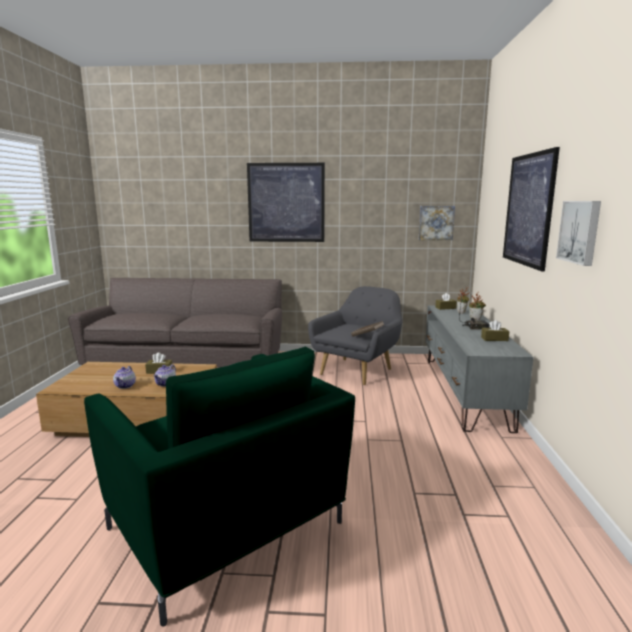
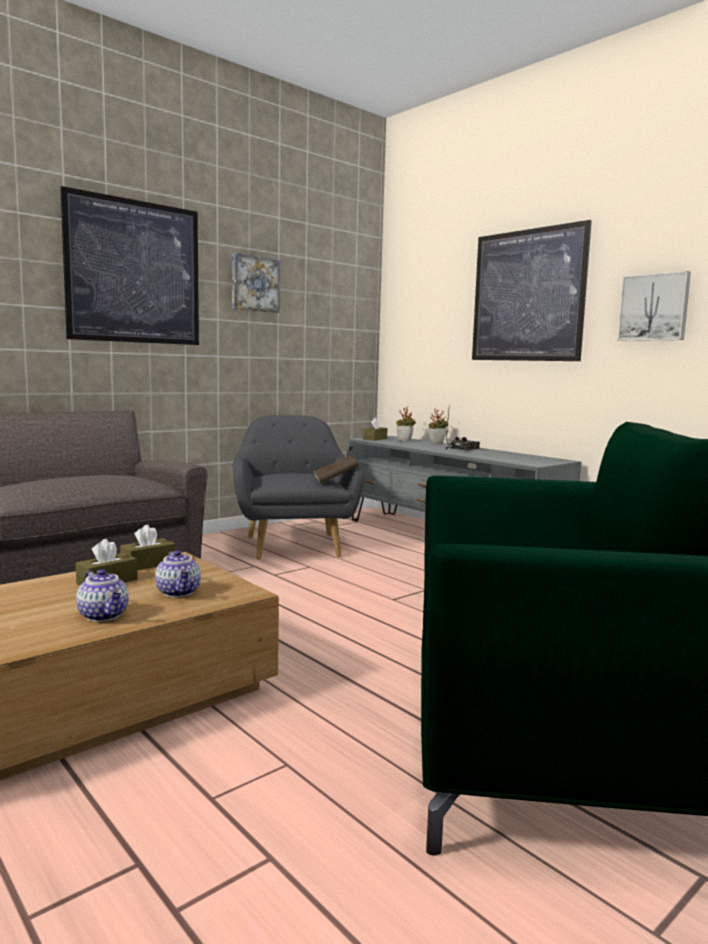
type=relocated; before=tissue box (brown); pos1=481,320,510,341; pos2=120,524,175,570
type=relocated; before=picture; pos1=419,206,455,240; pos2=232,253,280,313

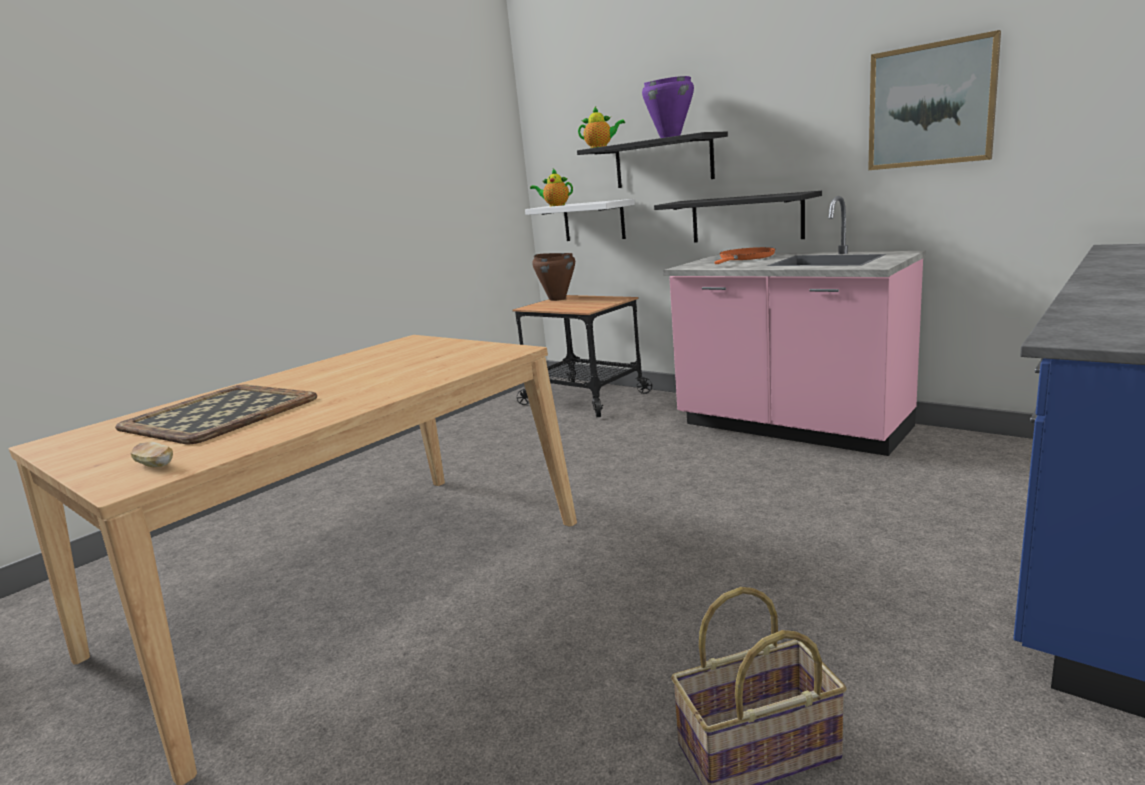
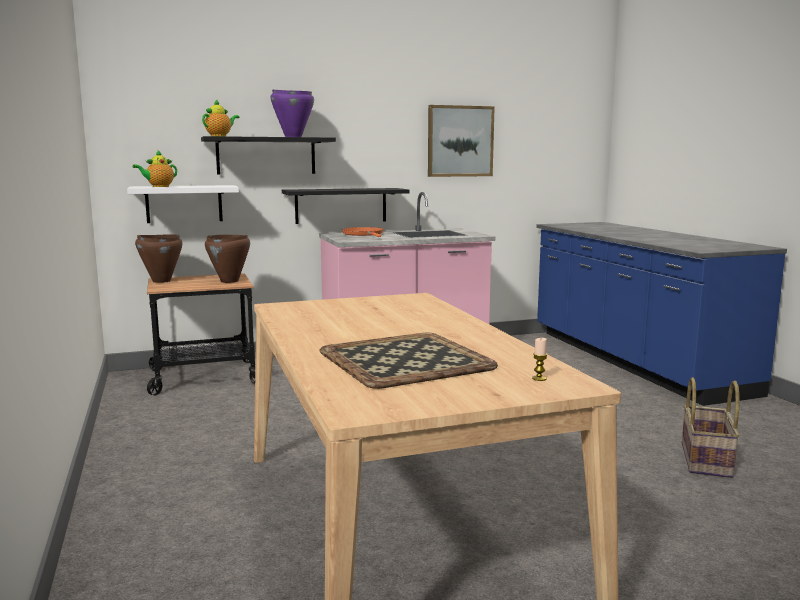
type=appeared; after=cooking pot (brown); pos2=205,235,250,283
type=exchanged; before=bread; after=candle; pos1=131,441,173,467; pos2=532,338,548,381

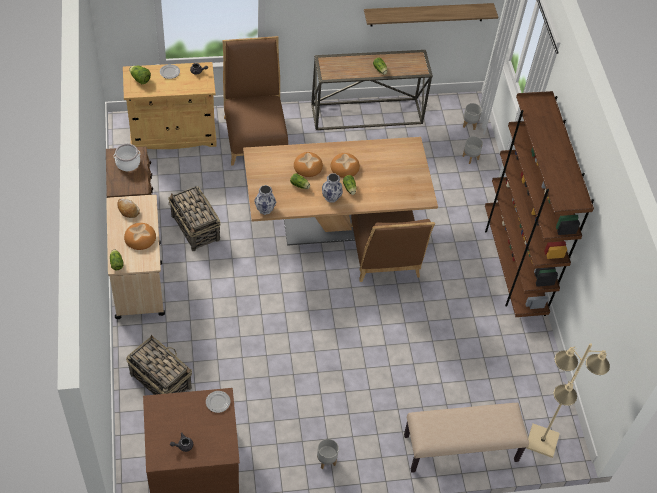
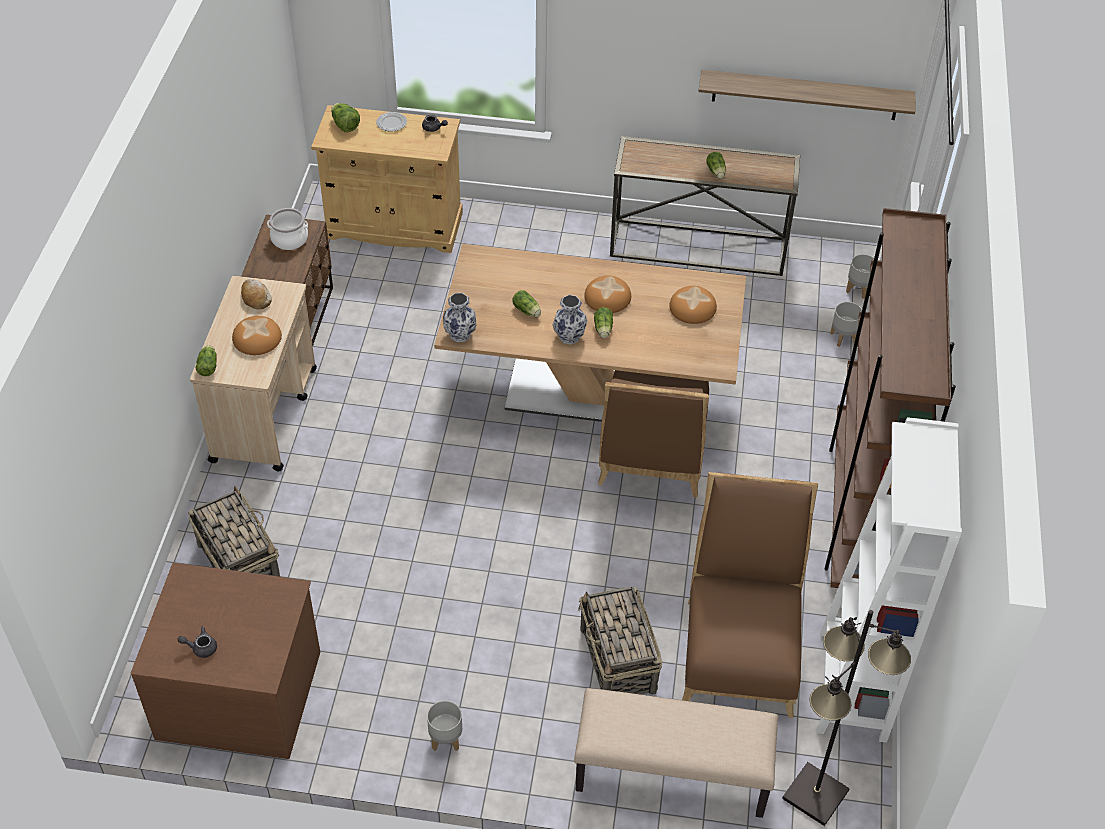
type=relocated; before=basket; pos1=168,186,221,251; pos2=578,586,662,695
type=relocated; before=bread; pos1=294,152,323,177; pos2=669,286,717,324
type=relocated; before=chair (brown); pos1=222,36,288,166; pos2=682,472,818,718
type=colour; before=floor lamp (beige); after=floor lamp (black); pos1=526,343,610,458; pos2=782,610,911,826
type=appeared; after=bookcase (white); pos2=816,417,962,743
type=missing; before=plate; pos1=206,391,230,413

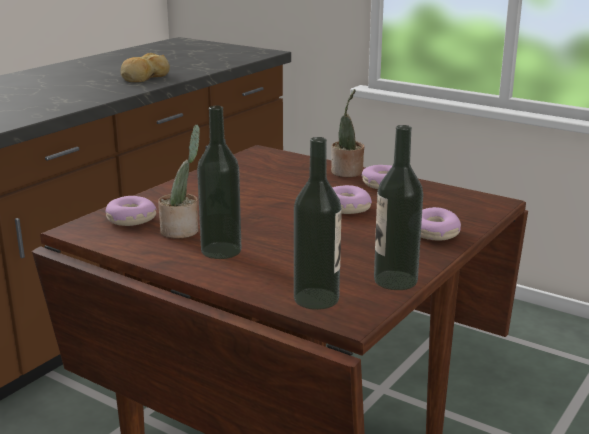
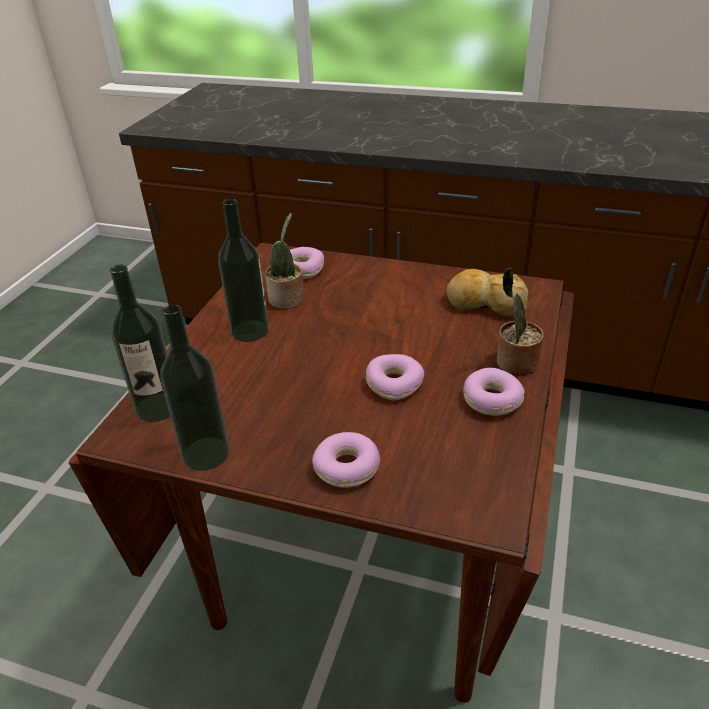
type=relocated; before=bread; pos1=120,52,170,82; pos2=447,269,528,317

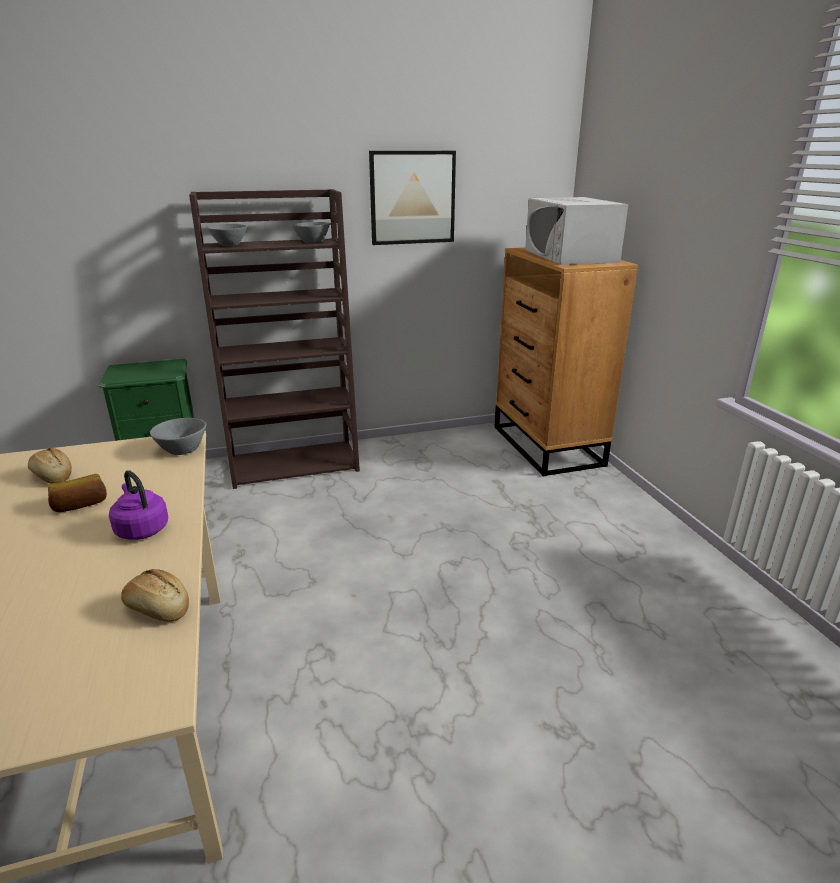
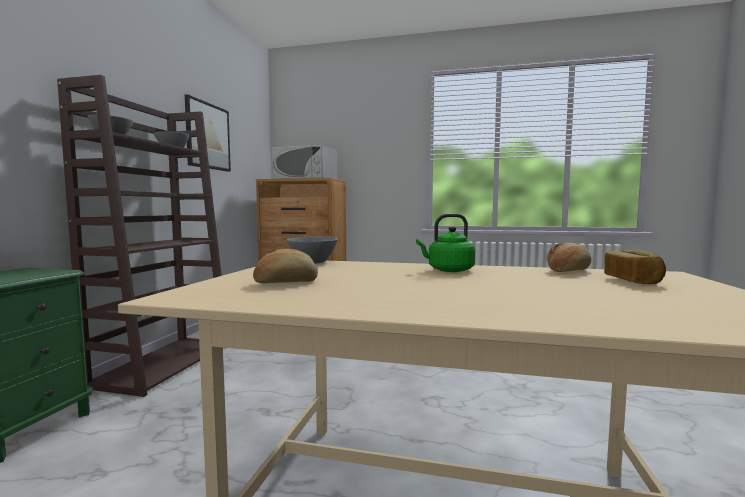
type=colour; before=kettle (purple); after=kettle (green); pos1=109,470,168,540; pos2=416,214,475,272
type=relocated; before=bread; pos1=48,474,107,512; pos2=604,250,666,285

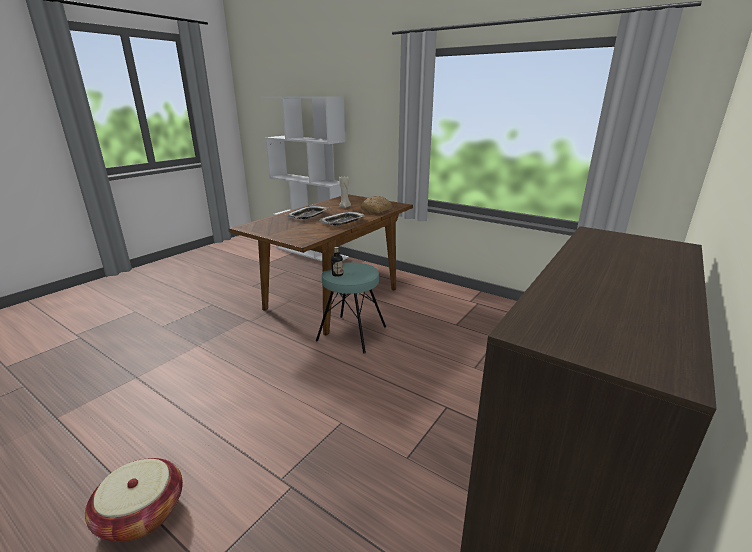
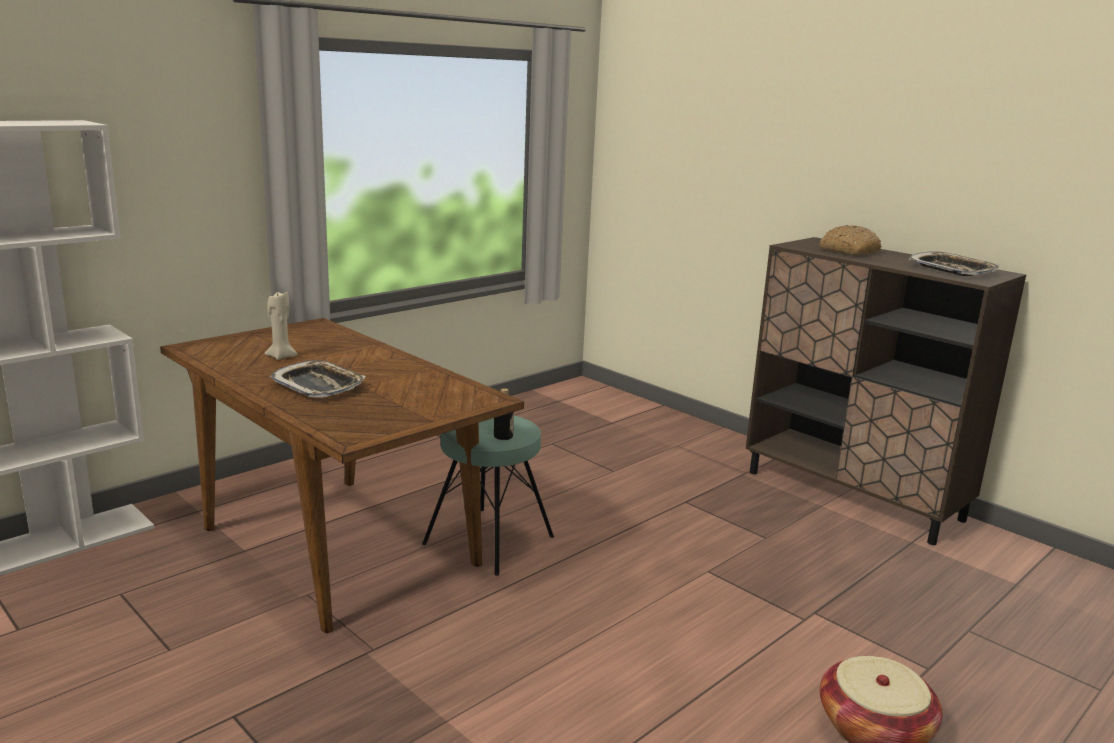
type=relocated; before=bread; pos1=361,196,392,213; pos2=819,225,882,256
type=relocated; before=tray; pos1=319,212,365,226; pos2=909,252,999,276

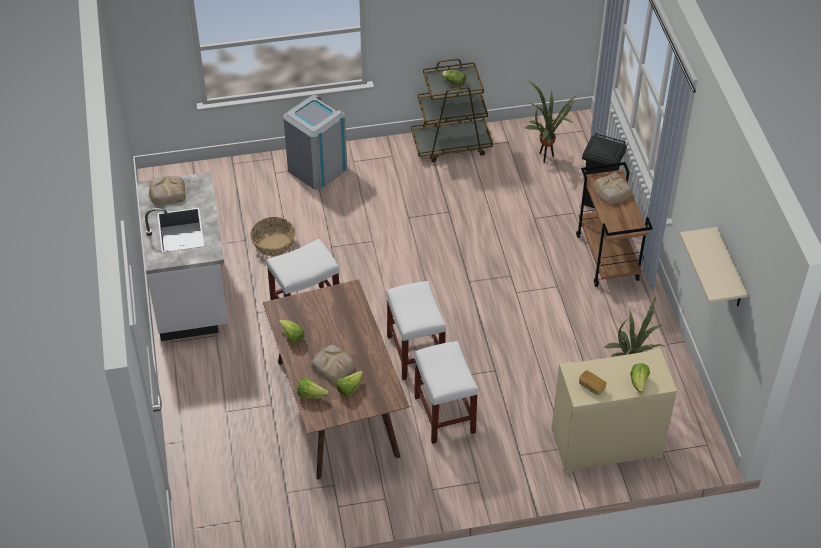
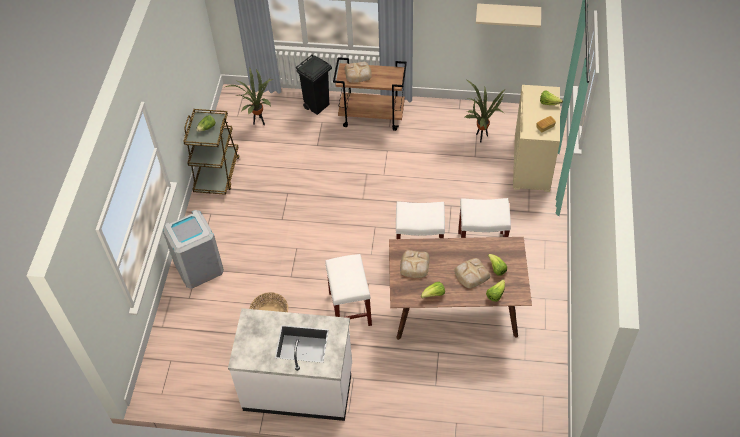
type=relocated; before=bread; pos1=149,176,186,205; pos2=400,250,429,278

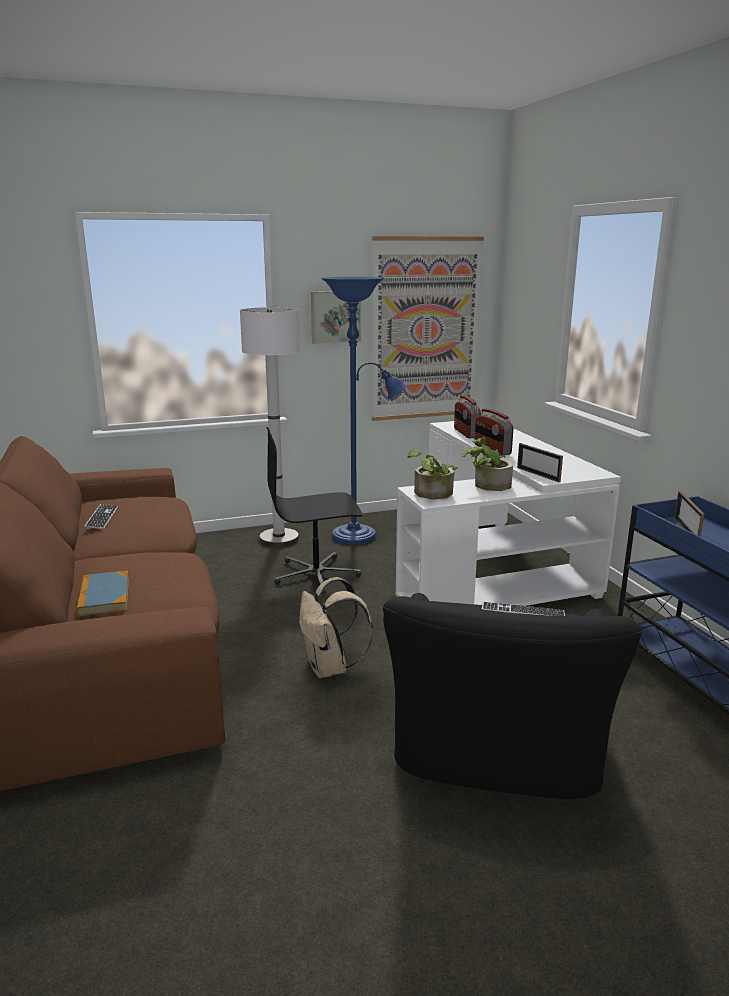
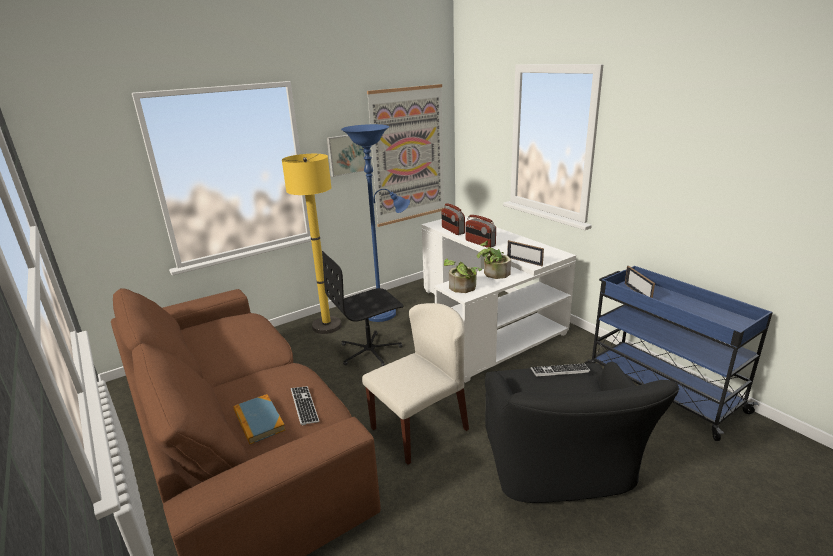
type=colour; before=floor lamp (white); after=floor lamp (yellow); pos1=240,307,300,548; pos2=282,154,342,334
type=relocated; before=keyboard; pos1=84,504,118,529; pos2=291,386,319,426
type=exchanged; before=backpack (beige); after=chair (beige); pos1=299,577,373,678; pos2=362,303,469,465

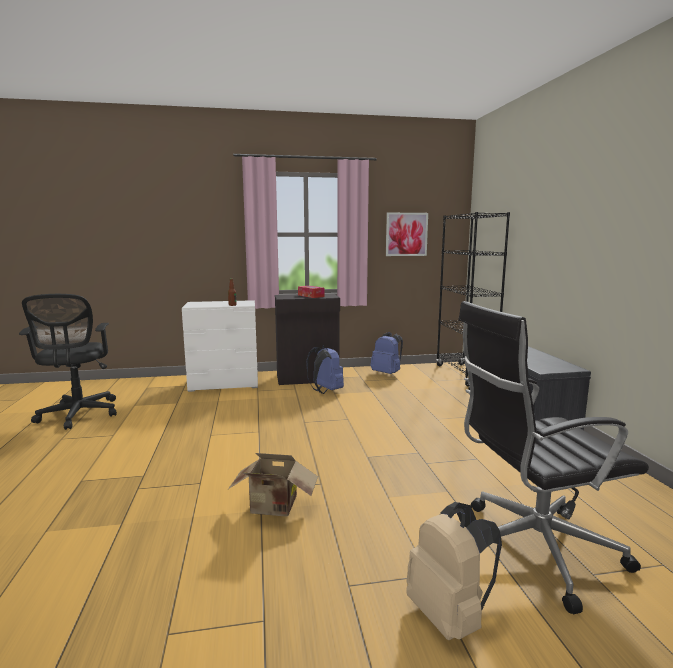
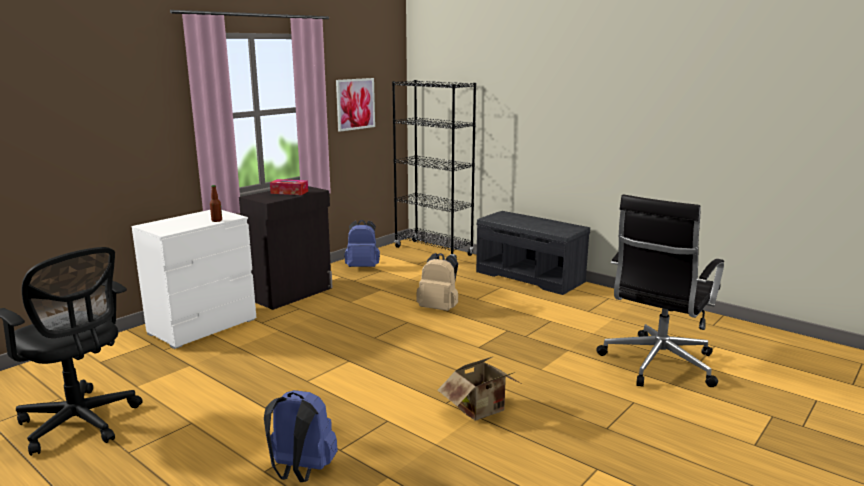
type=relocated; before=backpack (blue); pos1=306,346,344,394; pos2=264,390,338,482
type=relocated; before=backpack (beige); pos1=406,502,502,640; pos2=416,253,458,311

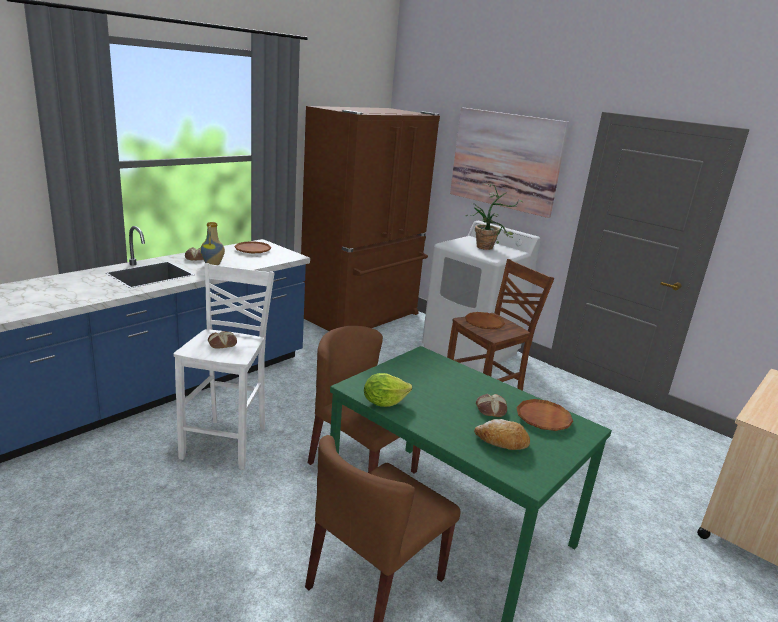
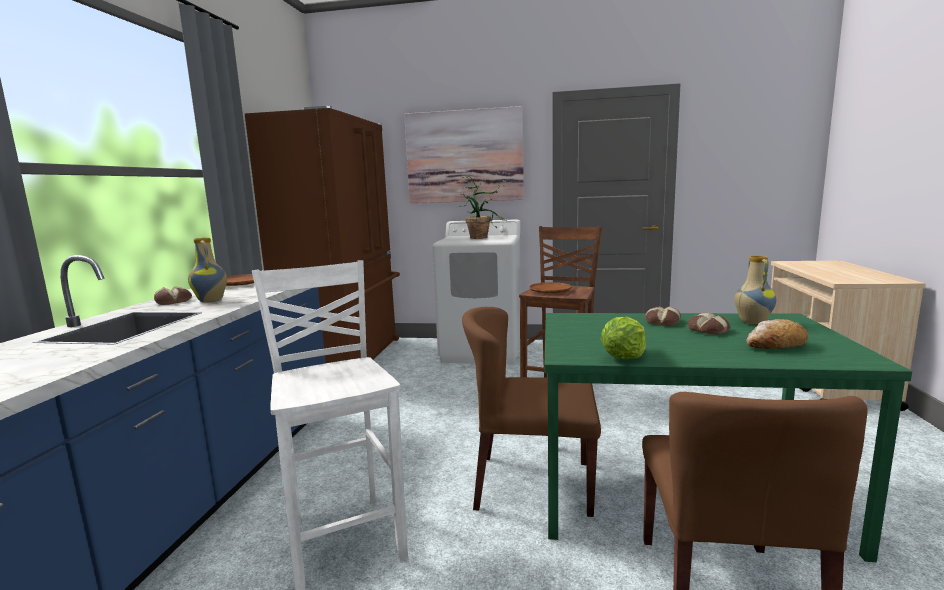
type=relocated; before=bread; pos1=208,331,237,349; pos2=645,307,681,326
type=exchanged; before=plate (brown); after=vase; pos1=516,399,573,431; pos2=734,256,776,325

